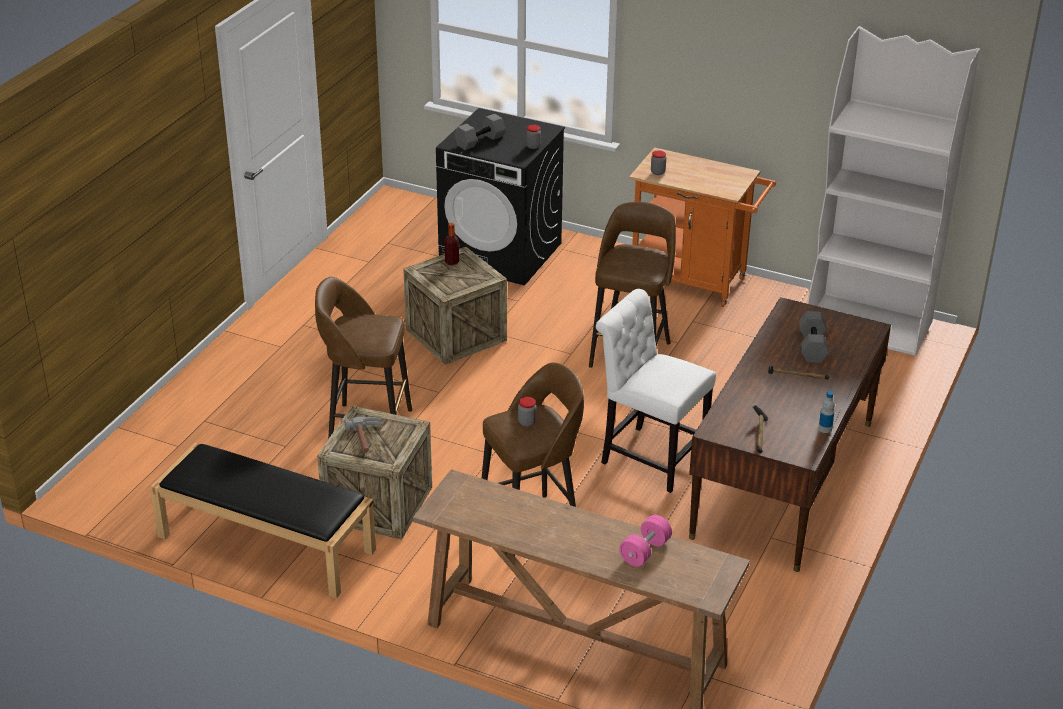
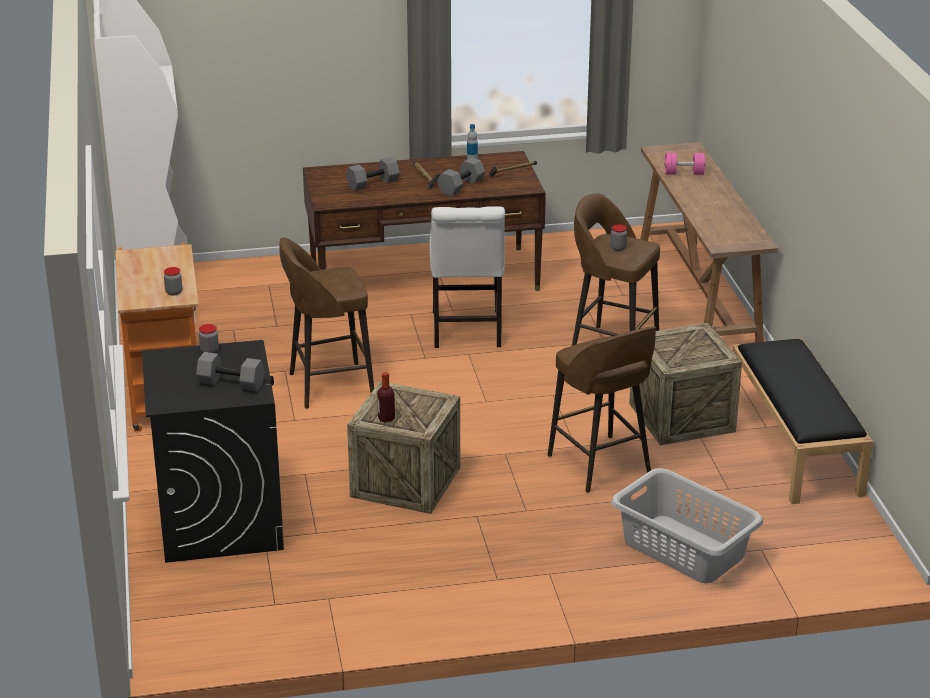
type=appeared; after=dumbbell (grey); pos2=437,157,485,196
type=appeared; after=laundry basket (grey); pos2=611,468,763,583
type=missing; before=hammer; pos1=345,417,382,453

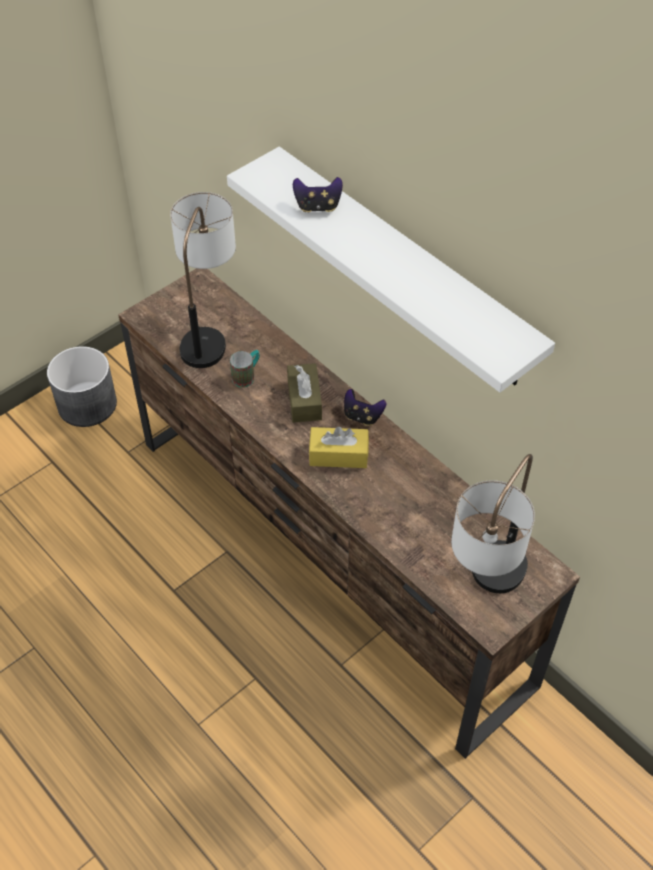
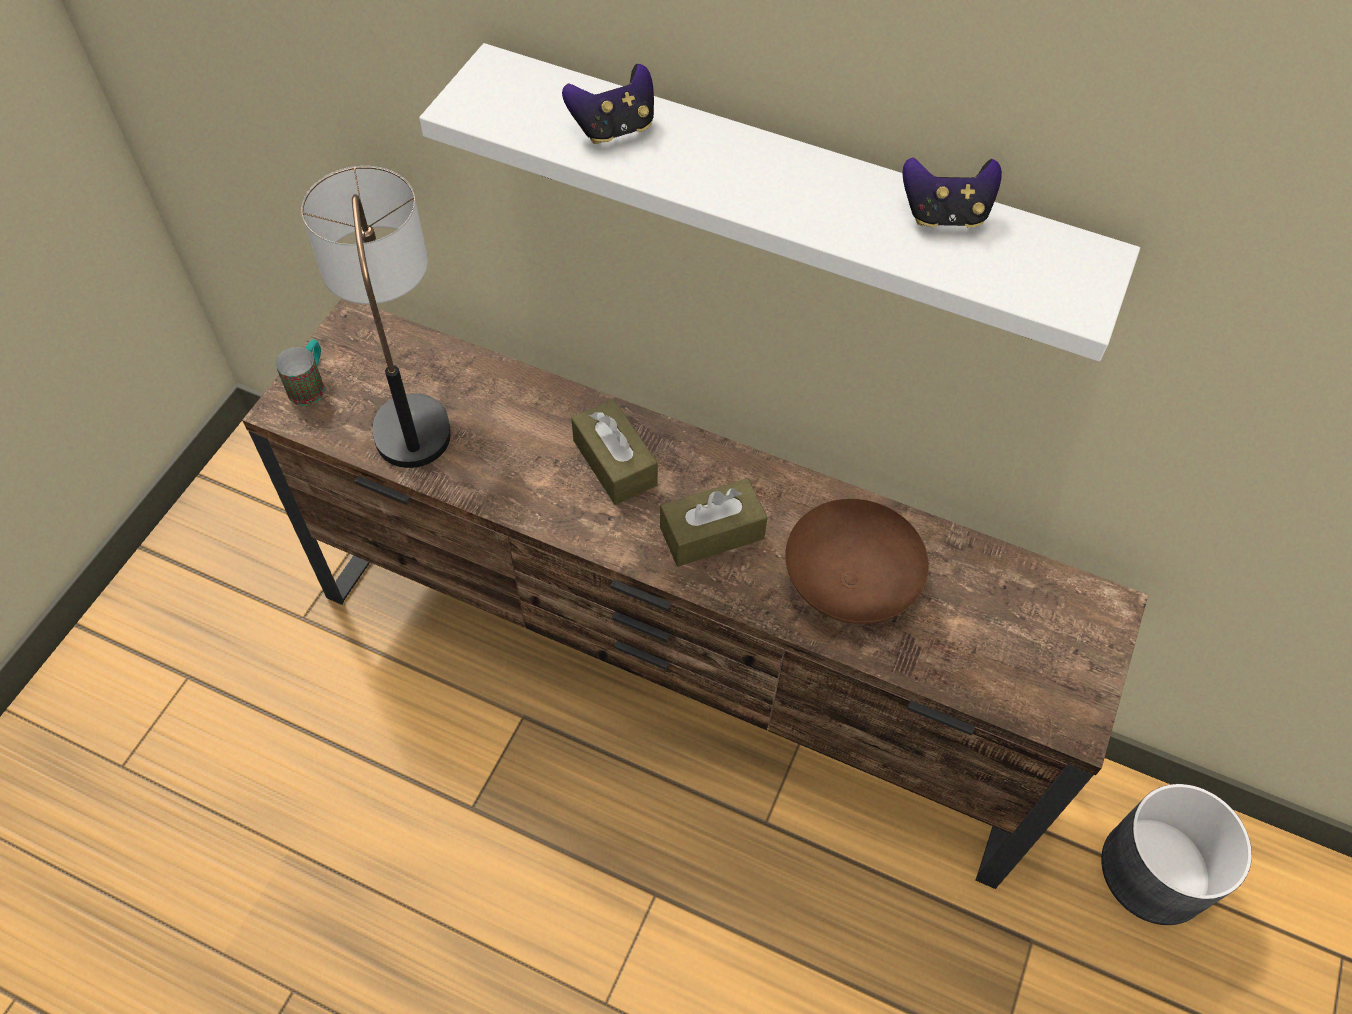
type=relocated; before=mug; pos1=230,350,260,388; pos2=276,339,325,406
type=colour; before=tissue box (yellow); after=tissue box (brown); pos1=309,426,369,468; pos2=660,478,768,567
type=appeared; after=bowl (brown); pos2=785,499,929,624
type=relocated; before=game controller; pos1=344,389,386,426; pos2=903,157,1002,228
type=relocated; before=planter (grey); pos1=47,346,117,427; pos2=1101,784,1252,925
type=missing; before=table lamp; pos1=451,454,535,593

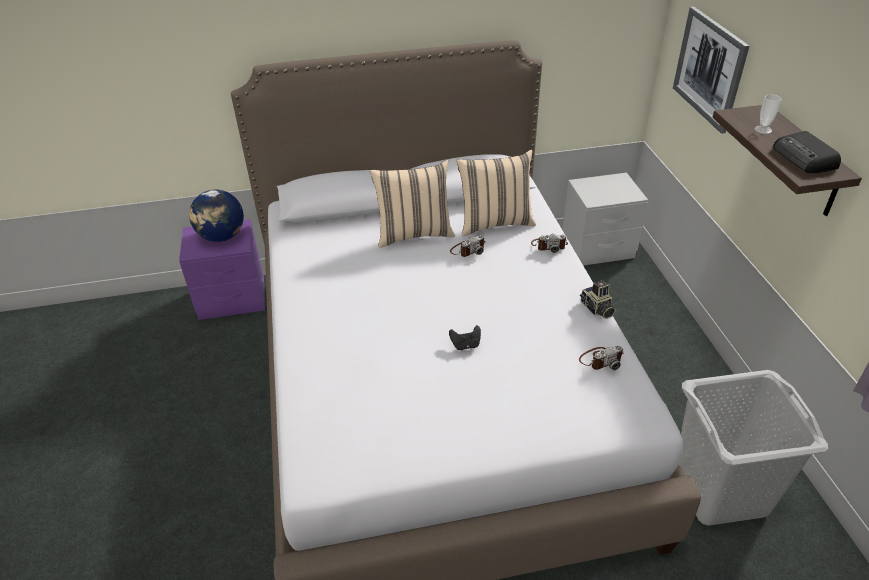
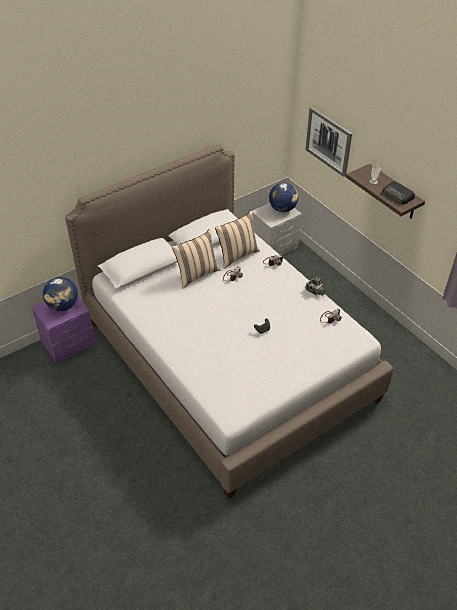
type=appeared; after=globe; pos2=269,183,298,212
type=missing; before=laundry basket (grey); pos1=679,370,828,526

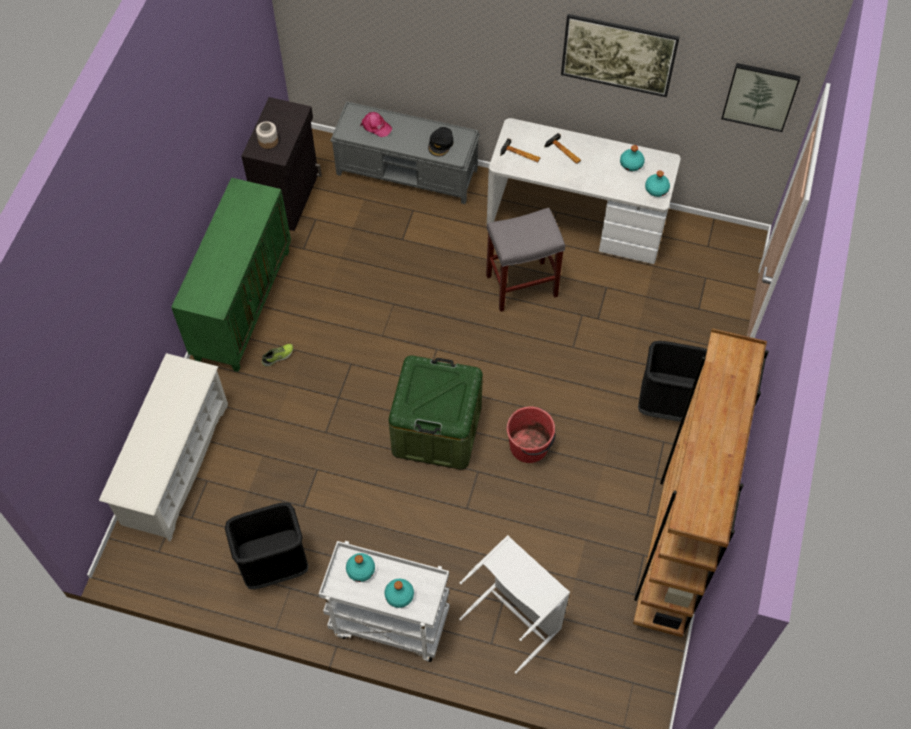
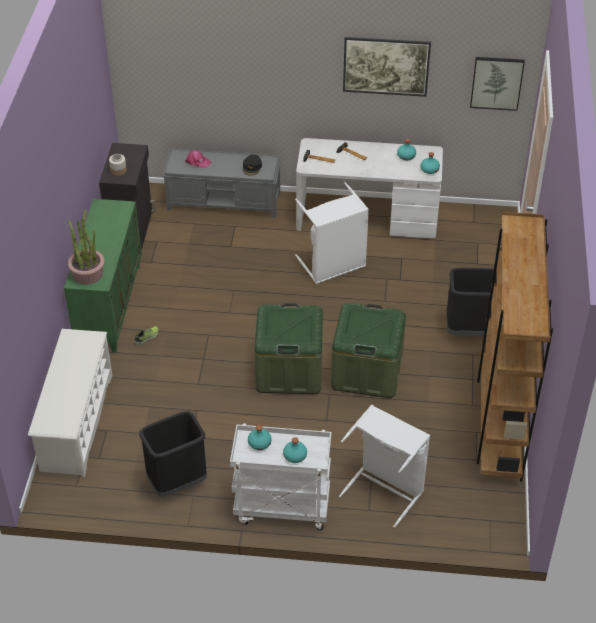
type=appeared; after=potted plant; pos2=68,210,105,285
type=exchanged; before=stool (grey); after=laundry basket (white); pos1=486,208,565,312; pos2=295,182,369,284
type=exchanged; before=bucket (red); after=storage box (green); pos1=507,406,555,463; pos2=331,303,406,398

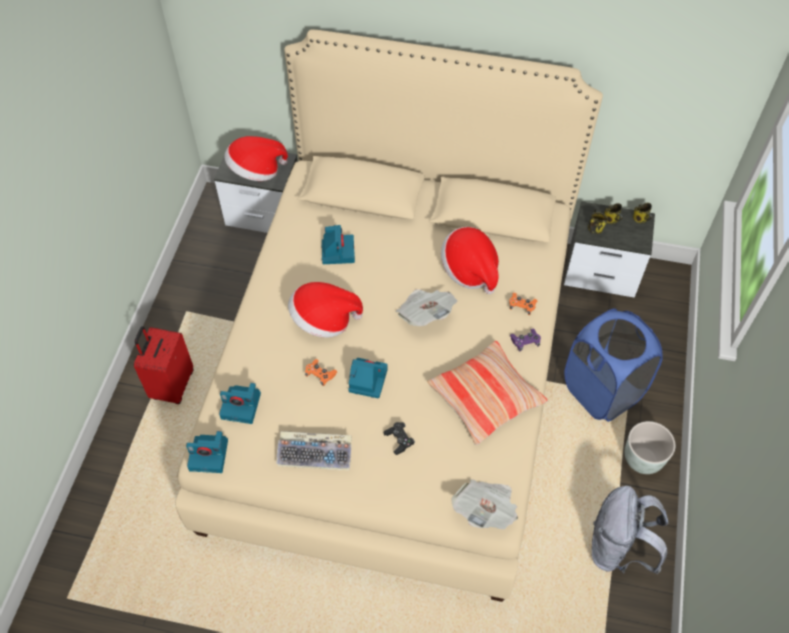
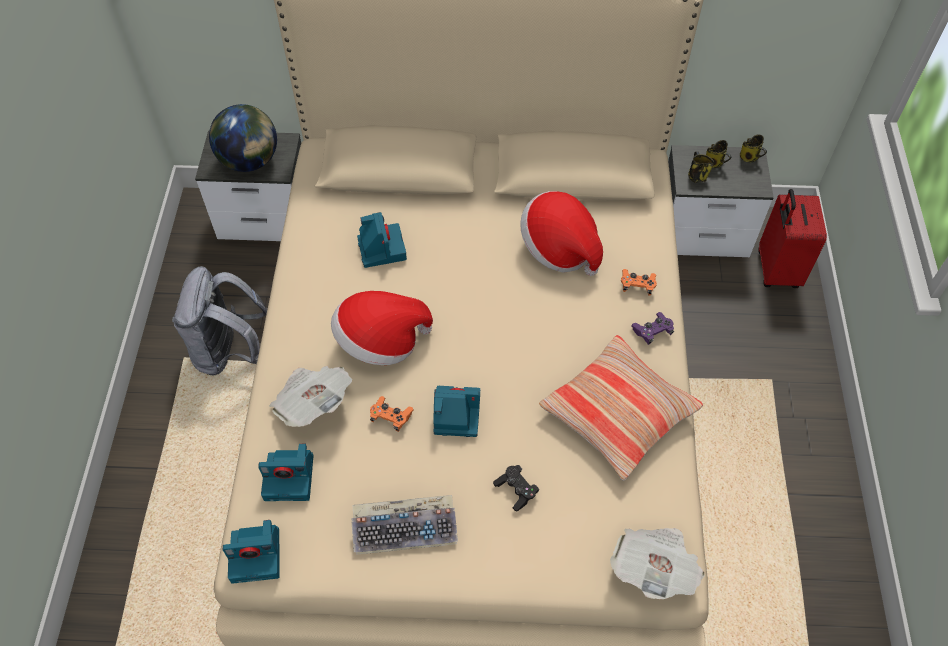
type=relocated; before=backpack (grey); pos1=592,486,668,574; pos2=172,266,268,375
type=exchanged; before=hat; after=globe; pos1=224,136,288,181; pos2=209,104,277,172
type=relocated; before=newspaper; pos1=395,289,457,326; pos2=269,366,352,427
type=relocated; before=suitcase (red); pos1=134,326,194,404; pos2=759,189,827,288
type=missing; before=laundry basket (blue); pos1=564,308,663,422
type=missing; before=planter (grey); pos1=625,421,675,474

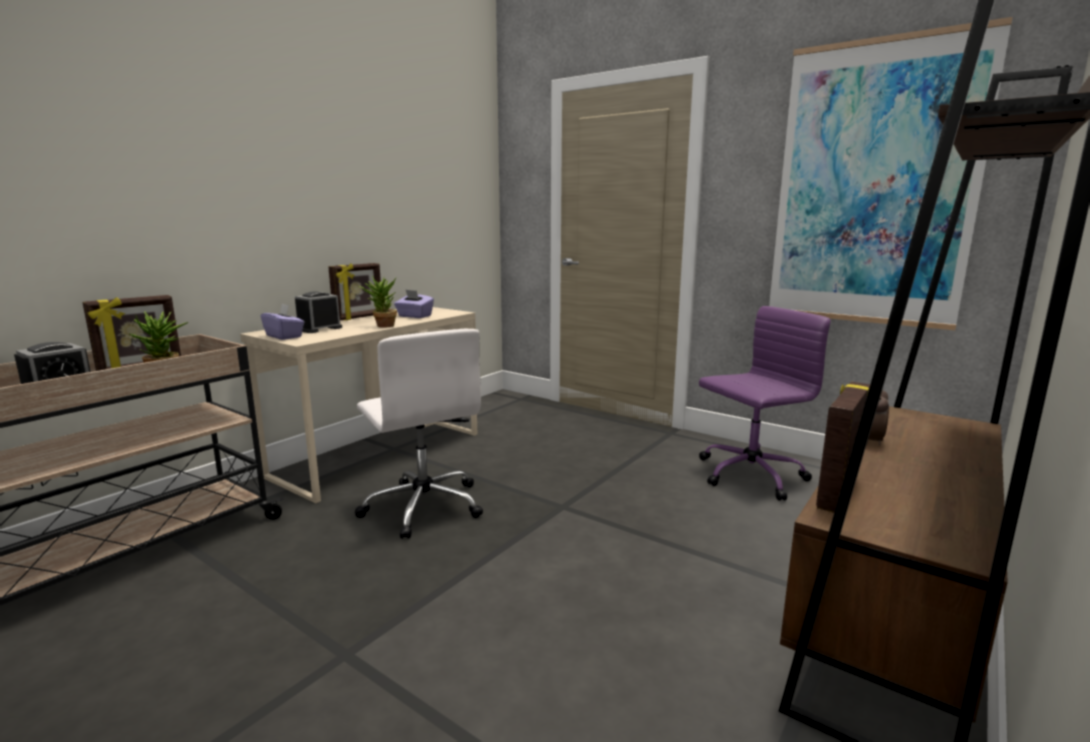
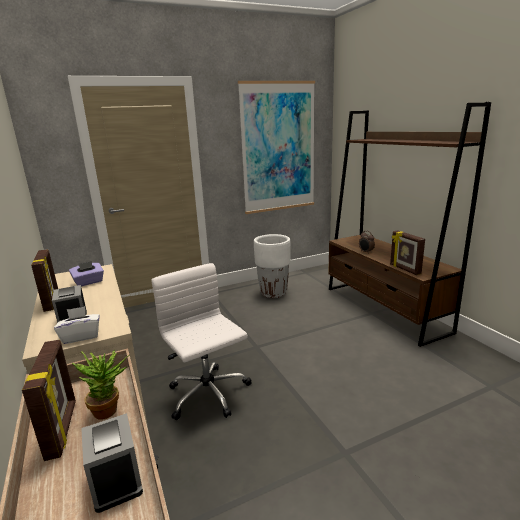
type=colour; before=tissue box (purple); after=tissue box (white); pos1=261,304,304,340; pos2=54,306,100,344
type=spun; before=office chair (white); pos1=355,329,483,539; pos2=151,263,252,420; turn=-120
type=exchanged; before=office chair (purple); after=planter (white); pos1=699,306,831,501; pos2=254,234,291,298
type=missing; before=potted plant; pos1=358,276,397,328

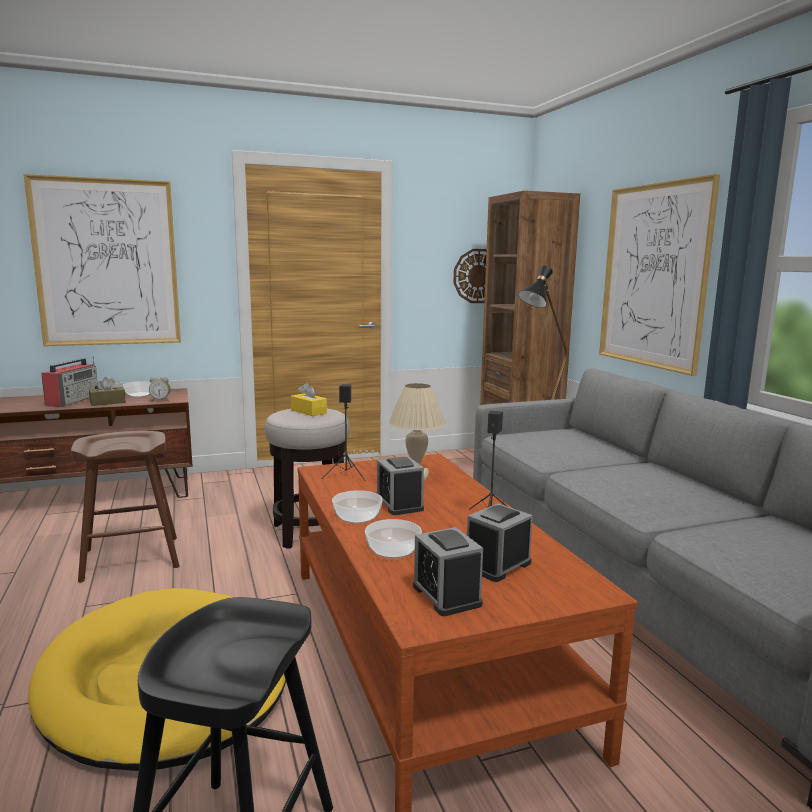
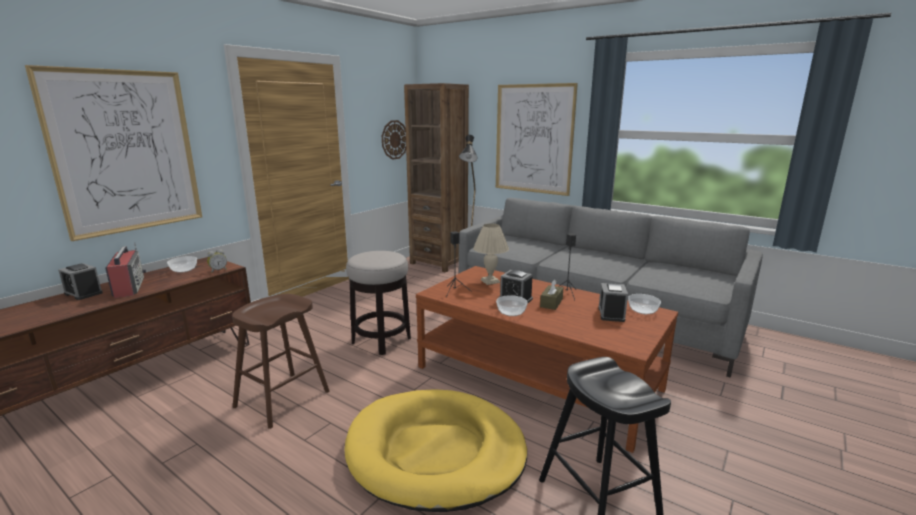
type=relocated; before=alarm clock; pos1=413,527,483,616; pos2=58,263,103,300
type=relocated; before=tissue box (brown); pos1=89,377,126,406; pos2=540,279,563,310
type=relocated; before=bowl; pos1=365,519,422,559; pos2=628,294,661,314
type=missing; before=tissue box (yellow); pos1=291,383,327,416

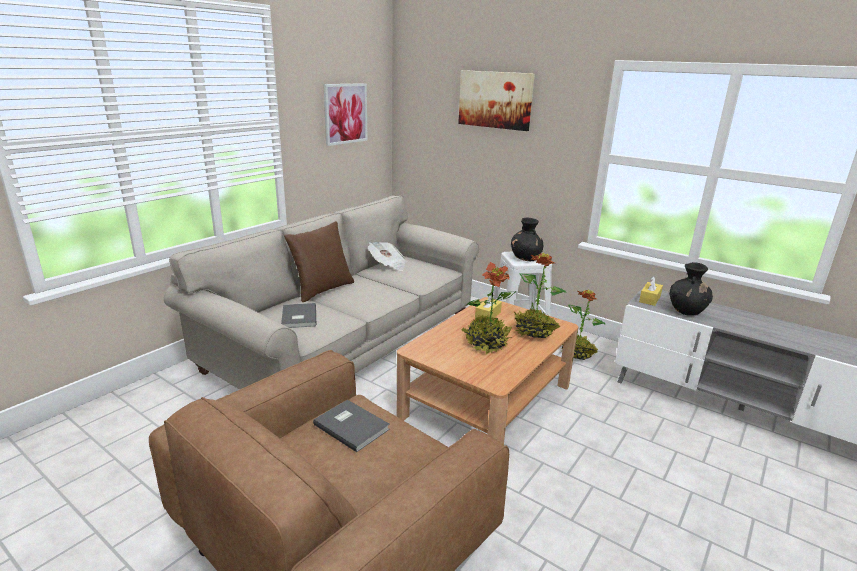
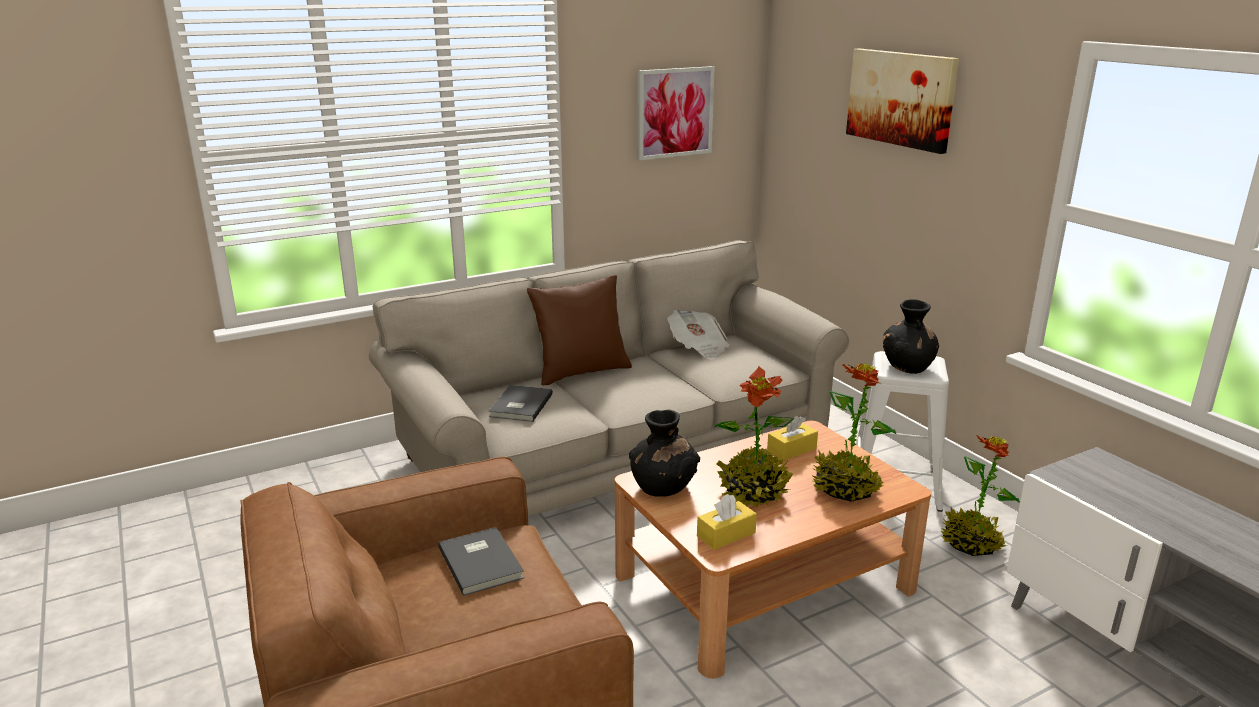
type=relocated; before=vase (black); pos1=669,262,713,316; pos2=629,410,700,497
type=relocated; before=tissue box (yellow); pos1=639,276,663,306; pos2=697,494,757,550

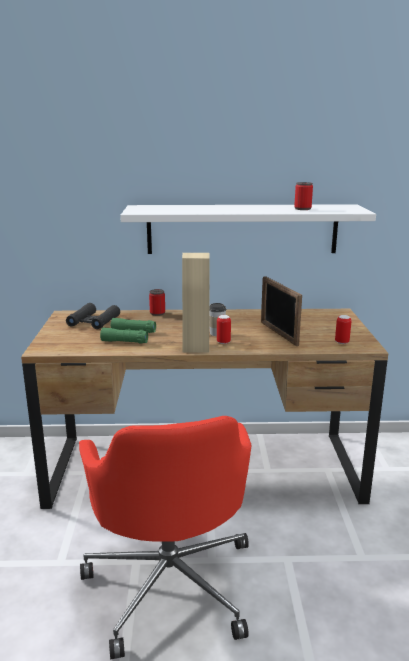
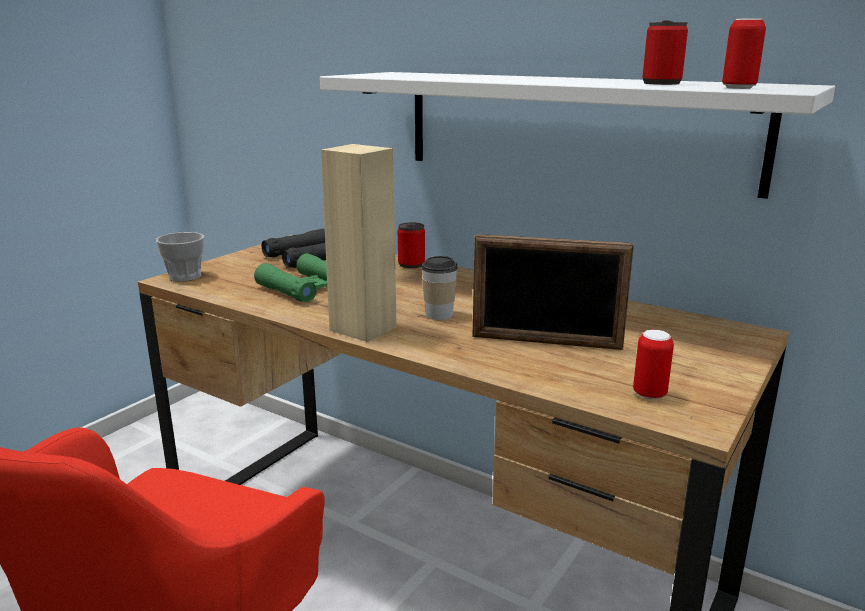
type=appeared; after=cup; pos2=156,232,204,281
type=spun; before=picture frame; pos1=261,276,302,346; pos2=472,234,634,350; turn=-90
type=relocated; before=can; pos1=217,315,231,344; pos2=722,18,766,89

